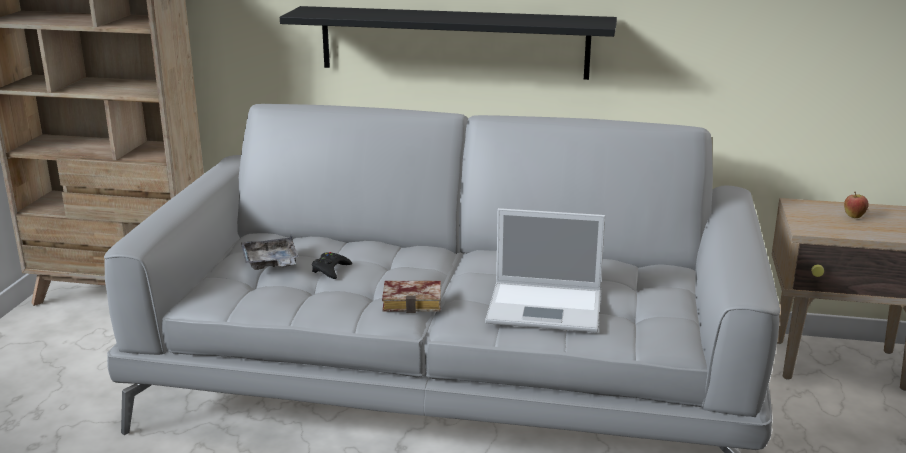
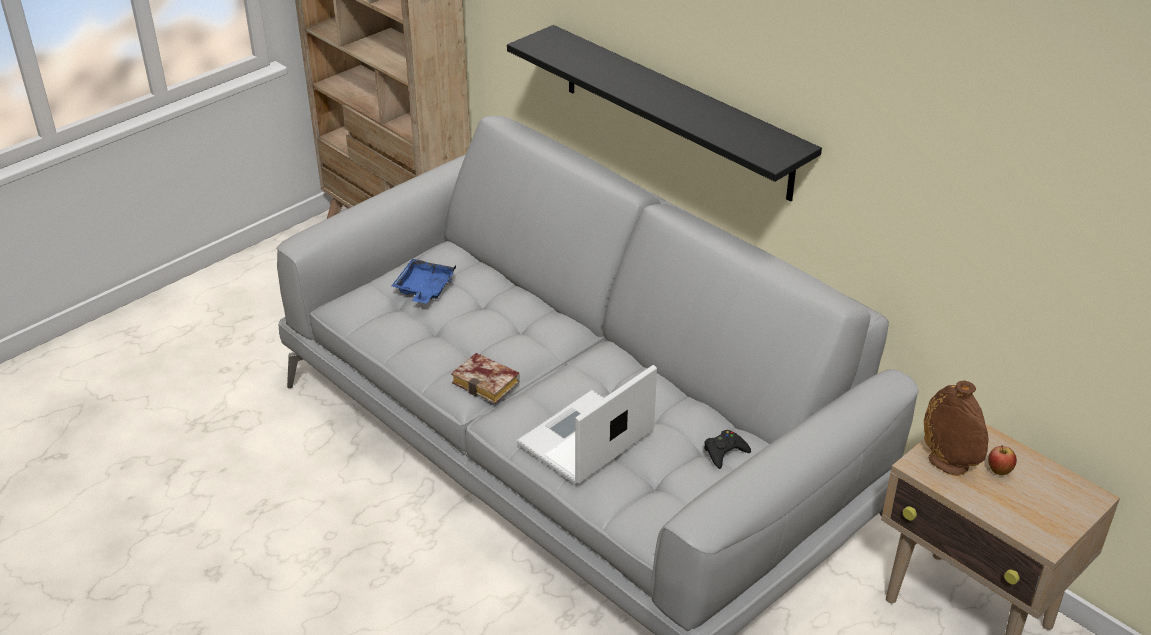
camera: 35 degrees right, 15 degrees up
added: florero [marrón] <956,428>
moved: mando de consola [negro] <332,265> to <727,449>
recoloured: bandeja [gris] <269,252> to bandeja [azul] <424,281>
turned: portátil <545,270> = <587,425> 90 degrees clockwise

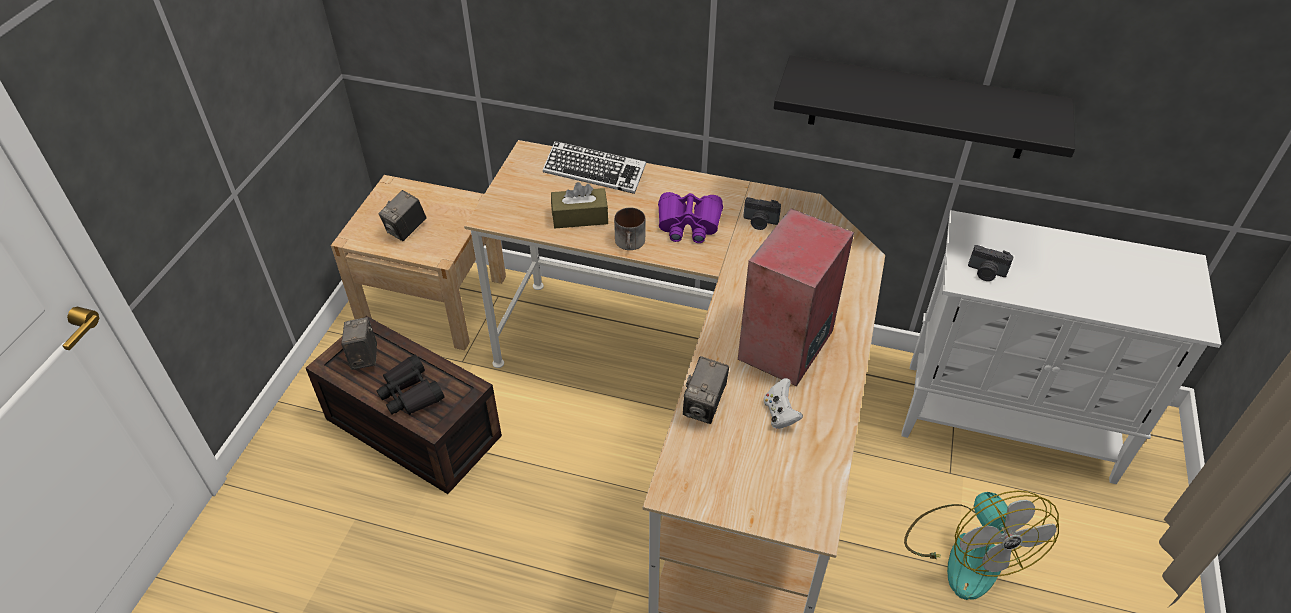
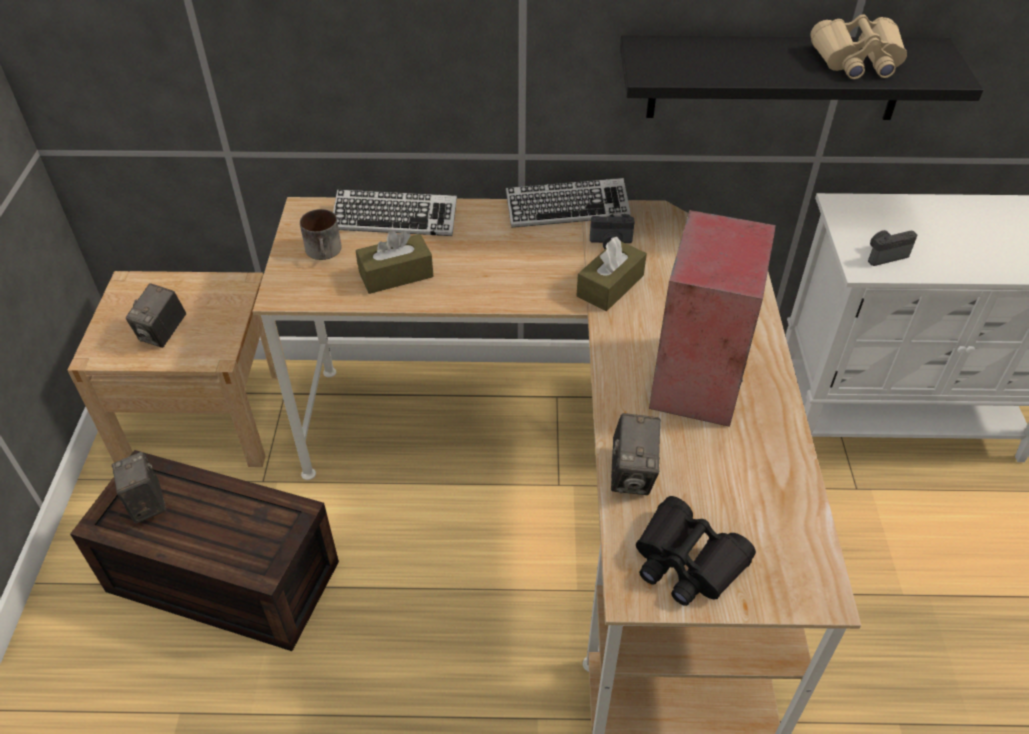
camera: 15 degrees left, 0 degrees up
removed: prismáticos [morado] <690,217>; mando de consola [blanco] <783,403>; ventilador <981,545>
added: teclado <568,203>; caja de pañuelos [marrón] <611,274>; prismáticos [beis] <858,46>
moved: prismáticos [negro] <410,385> to <696,551>; taza grande <629,229> to <321,234>
turned: cámara <990,263> = <893,248> 150 degrees clockwise

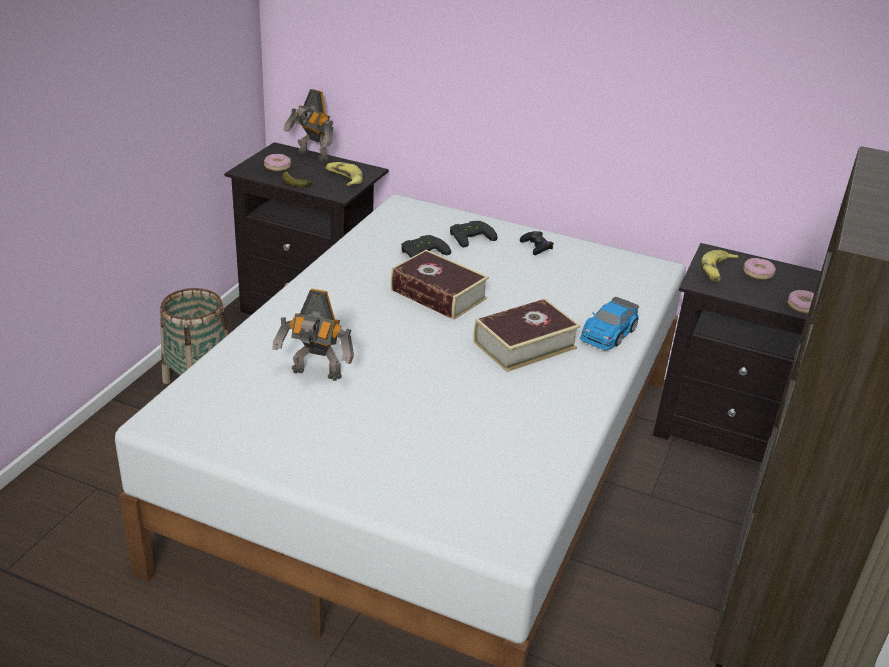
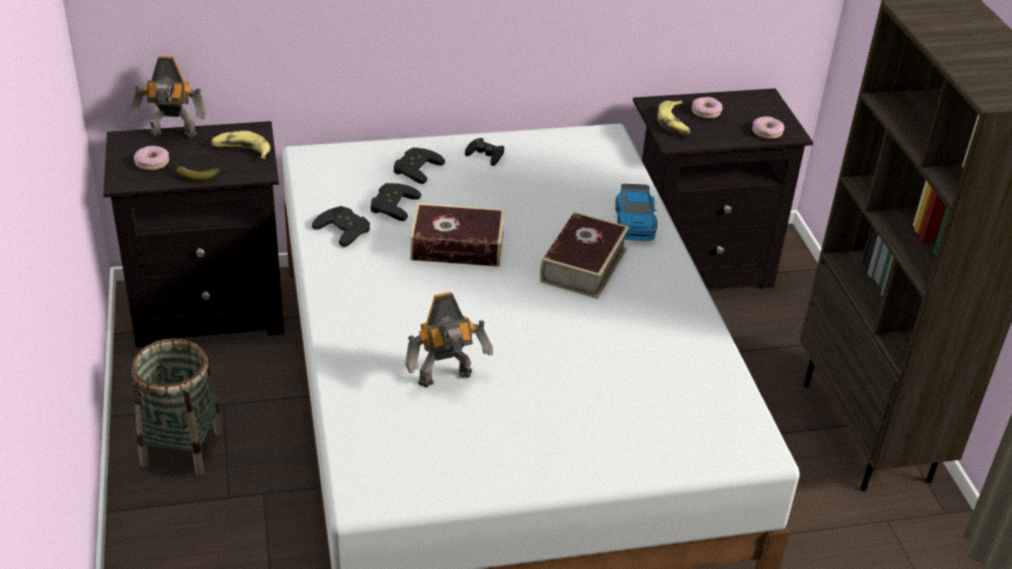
camera: 35 degrees left, 5 degrees up
added: mando de consola [negro] <341,226>

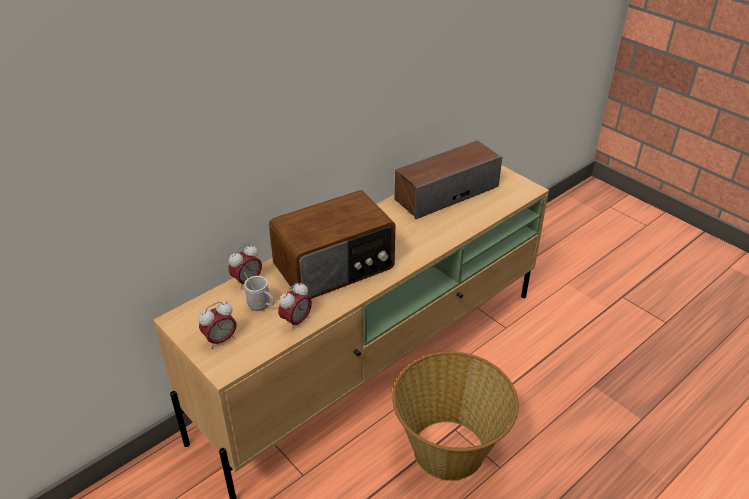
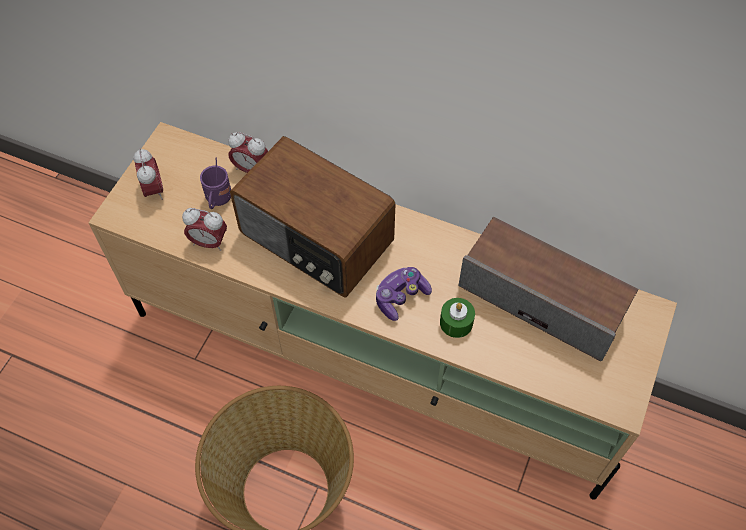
camera: 65 degrees right, 20 degrees up
added: mando de consola <404,294>; vela [verde] <457,318>
recoloured: taza grande [blanco] <259,291> to taza grande [morado] <215,183>
turned: despertador <218,325> = <148,174> 135 degrees counterclockwise

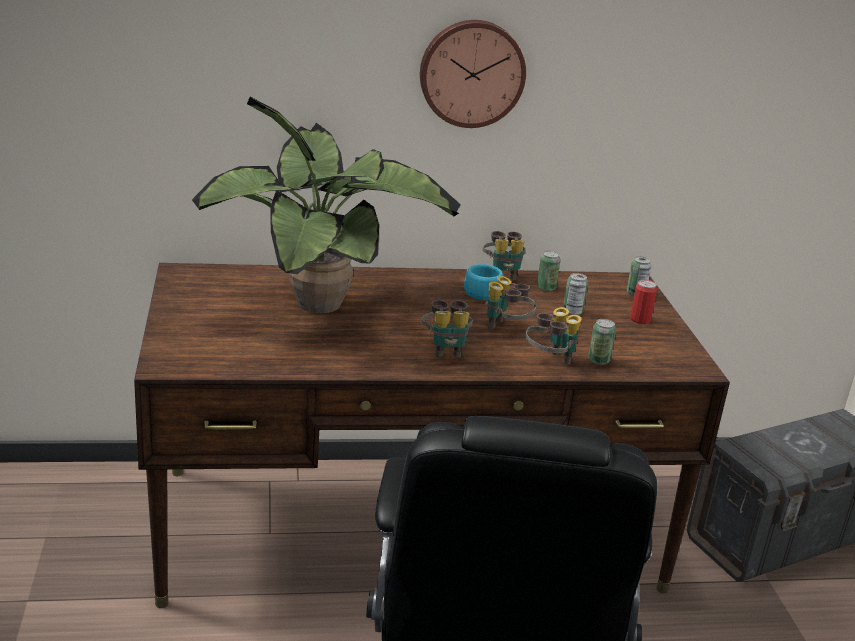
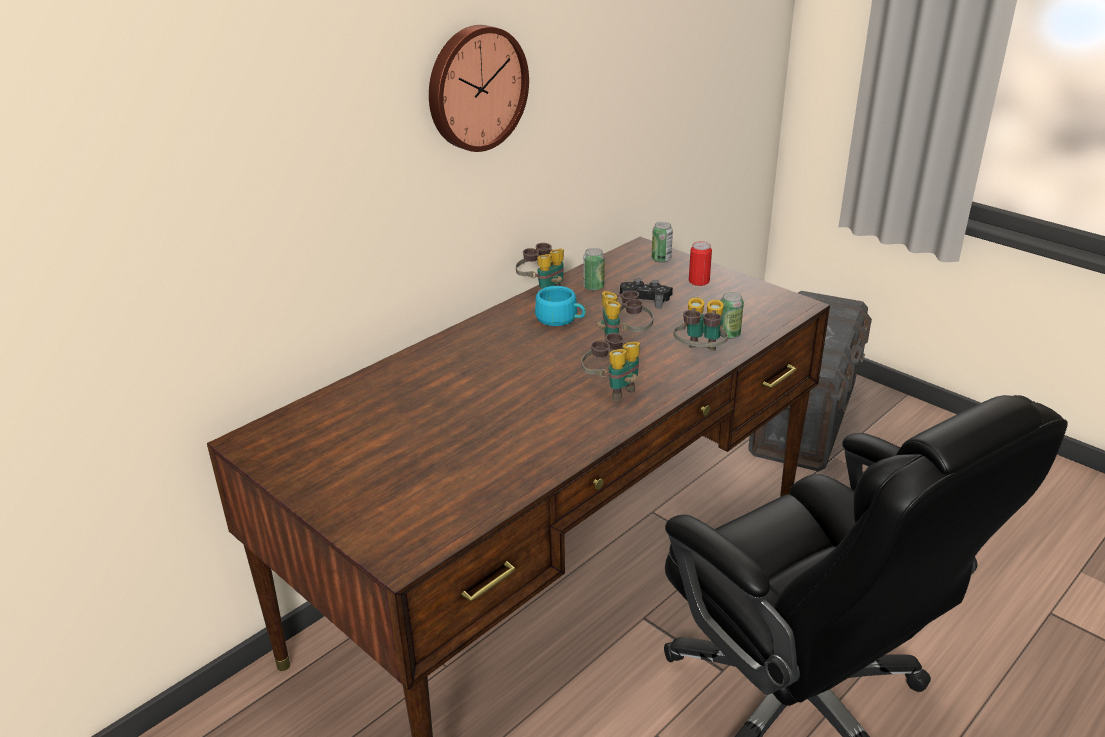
camera: 35 degrees left, 5 degrees up
removed: planta en maceta <326,205>
replaced: lata <575,294> to mando de consola [negro] <646,294>

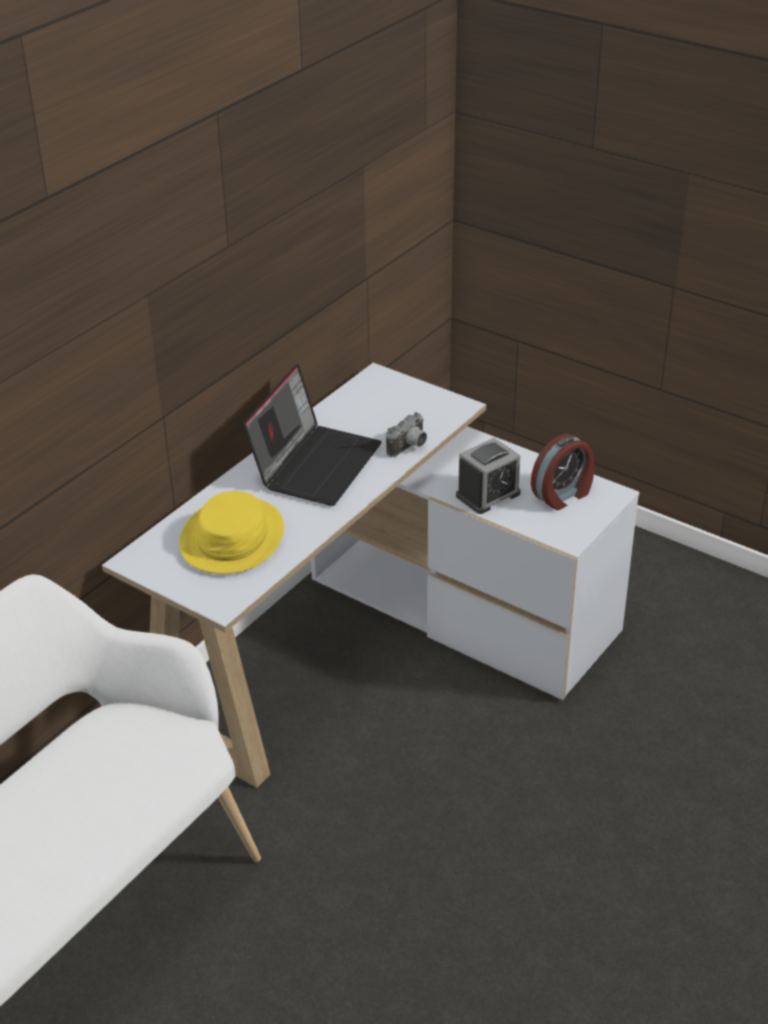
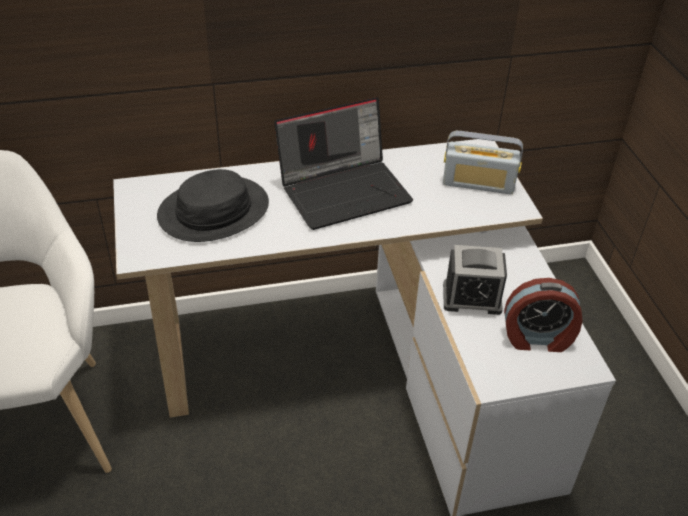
camera: 40 degrees right, 5 degrees up
removed: cámara <406,434>
added: radio <483,162>
recoloured: sombrero [amarillo] <231,532> to sombrero [negro] <213,205>

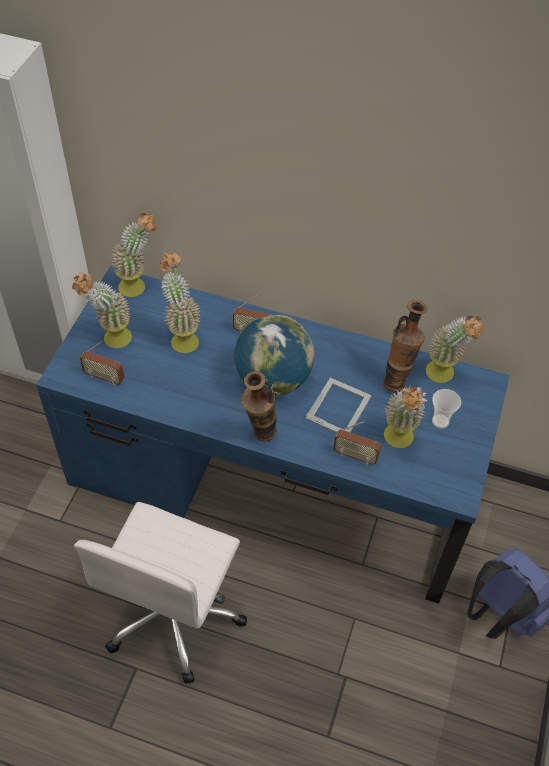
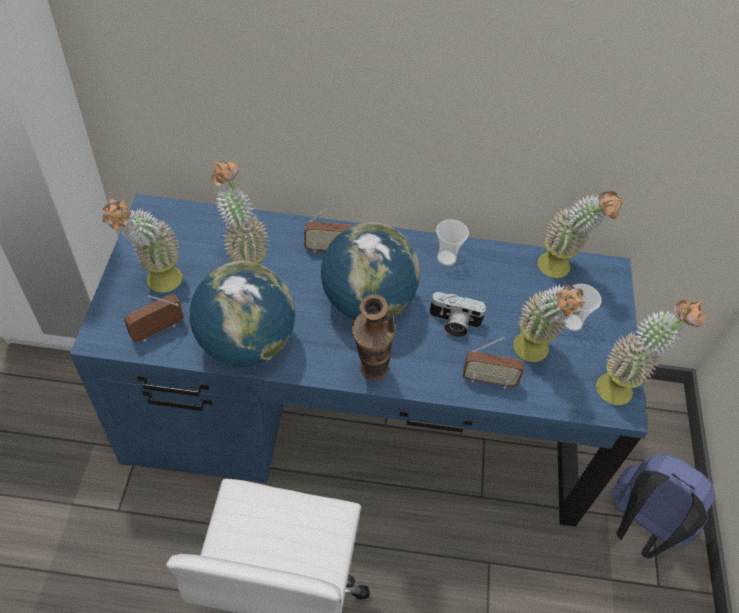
camera: 15 degrees left, 0 degrees up
removed: florero <405,346>
added: globo terráqueo <242,314>; taza <452,242>
moved: planta en maceta <134,255> to <650,352>
replaced: portarretratos <338,405> to cámara <457,314>
turned: radio <102,363> = <154,318> 135 degrees clockwise

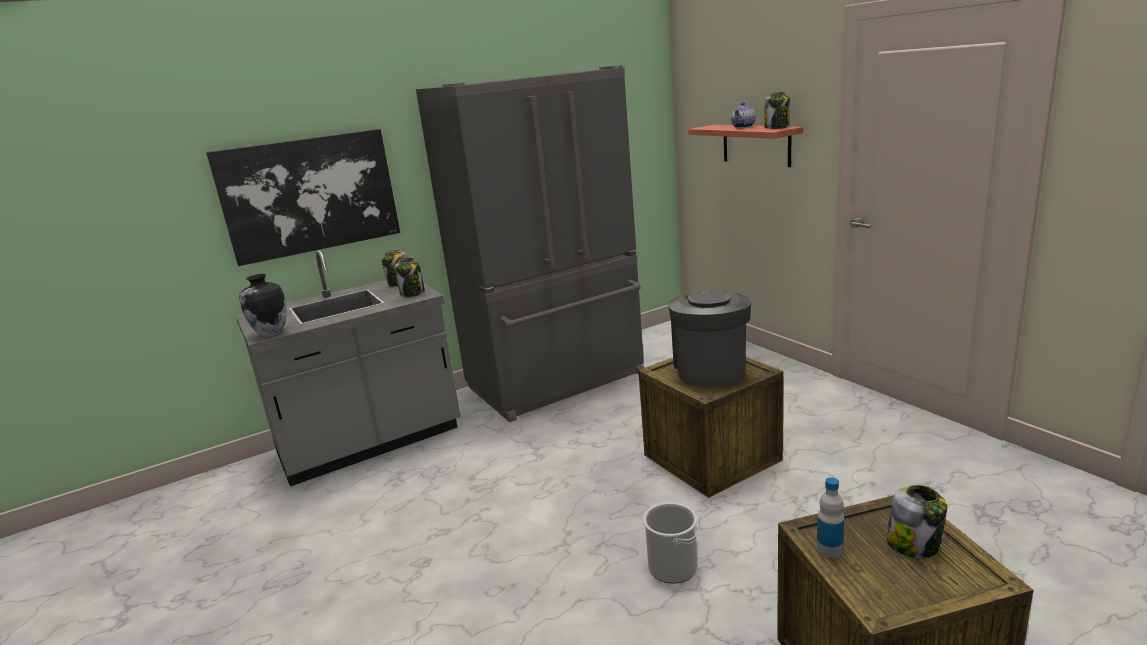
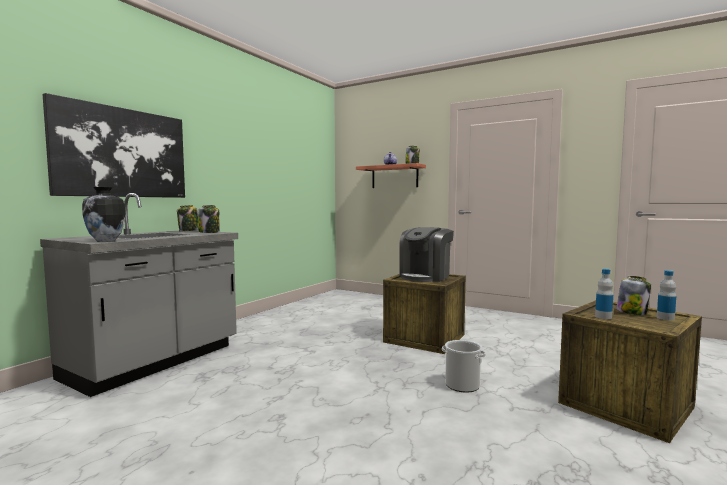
camera: 30 degrees left, 15 degrees down
removed: nevera [gris] <530,243>
added: botella <666,295>
turned: cafetera <710,339> = <426,254> 120 degrees counterclockwise

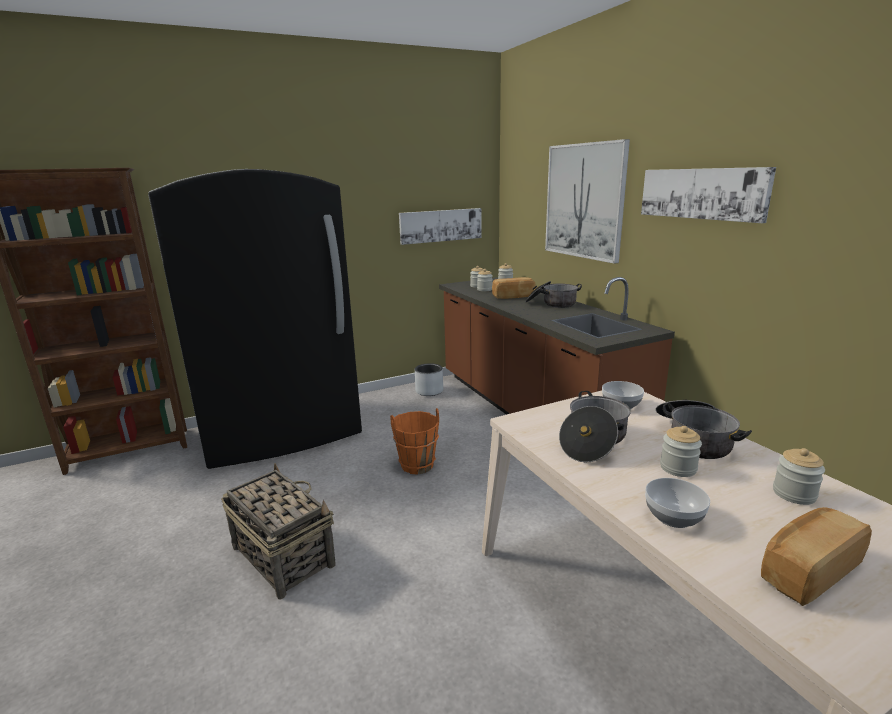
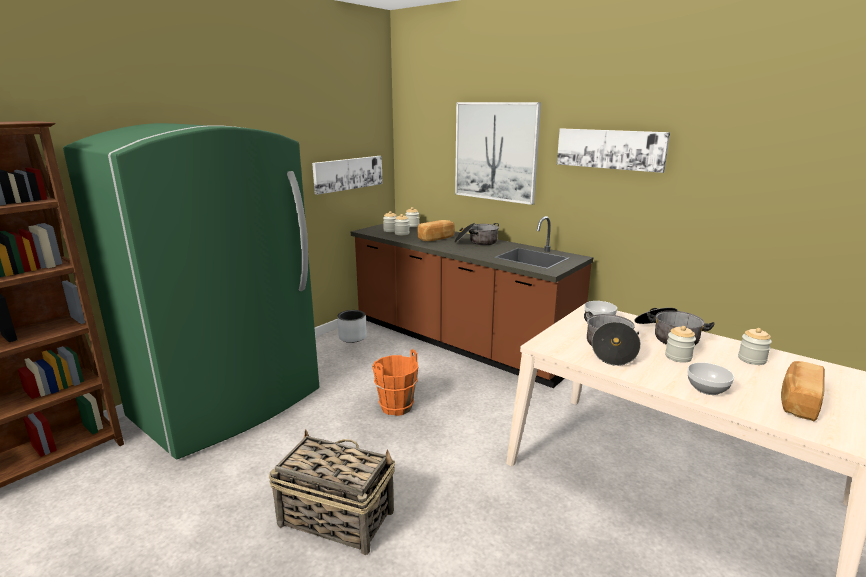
camera: 25 degrees left, 0 degrees up
recoloured: nevera [negro] <255,319> to nevera [verde] <191,291>

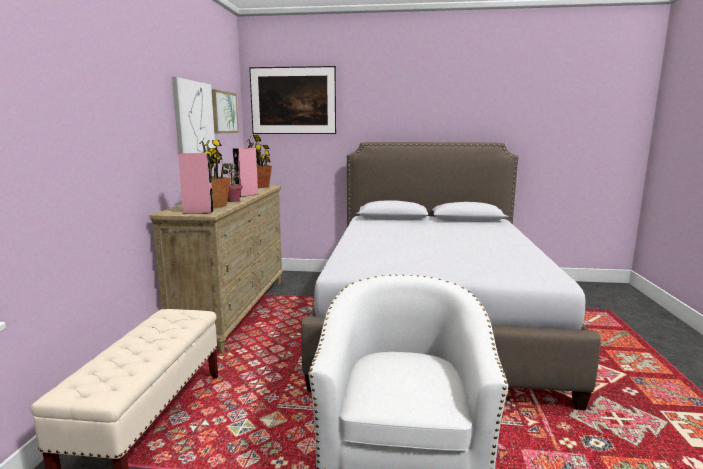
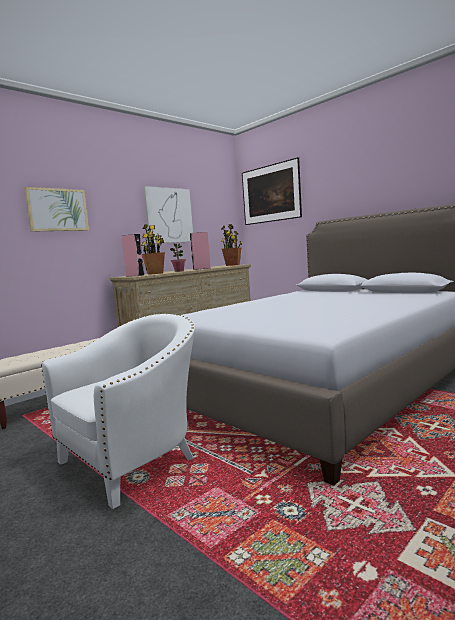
camera: 40 degrees right, 5 degrees down
moved: cuadro <225,111> to <56,209>

